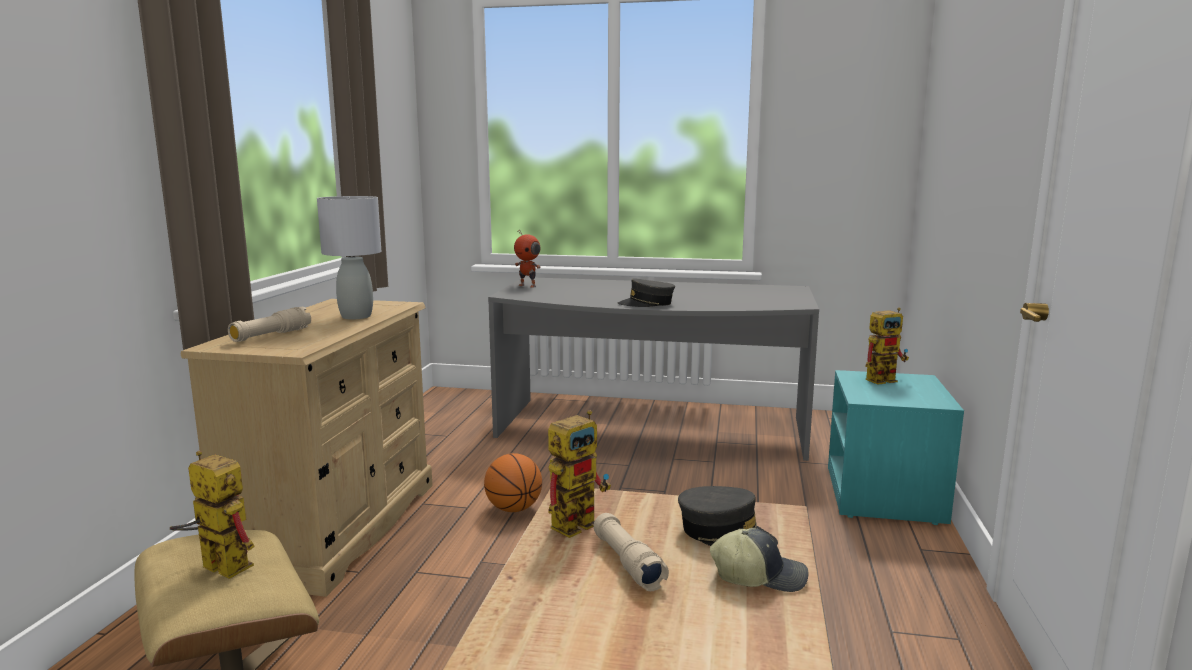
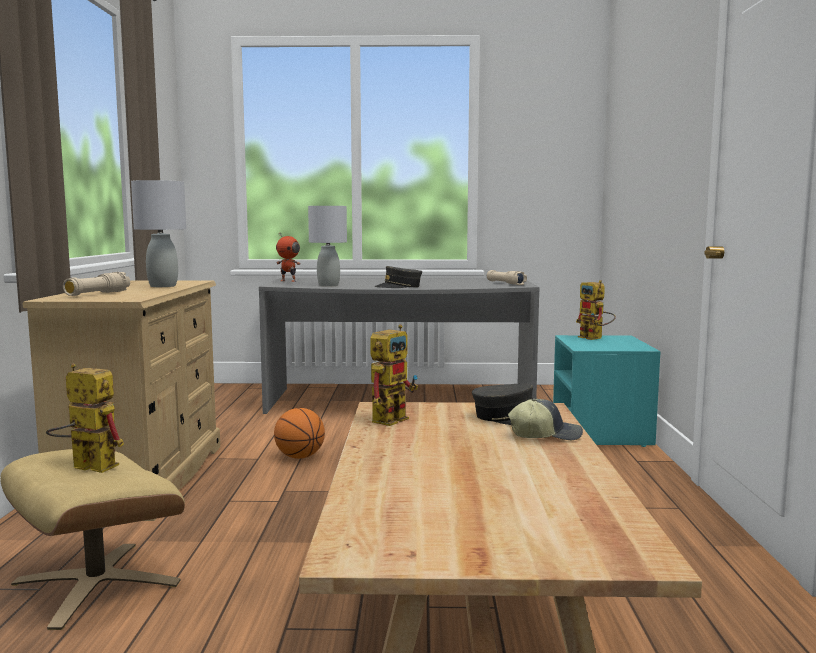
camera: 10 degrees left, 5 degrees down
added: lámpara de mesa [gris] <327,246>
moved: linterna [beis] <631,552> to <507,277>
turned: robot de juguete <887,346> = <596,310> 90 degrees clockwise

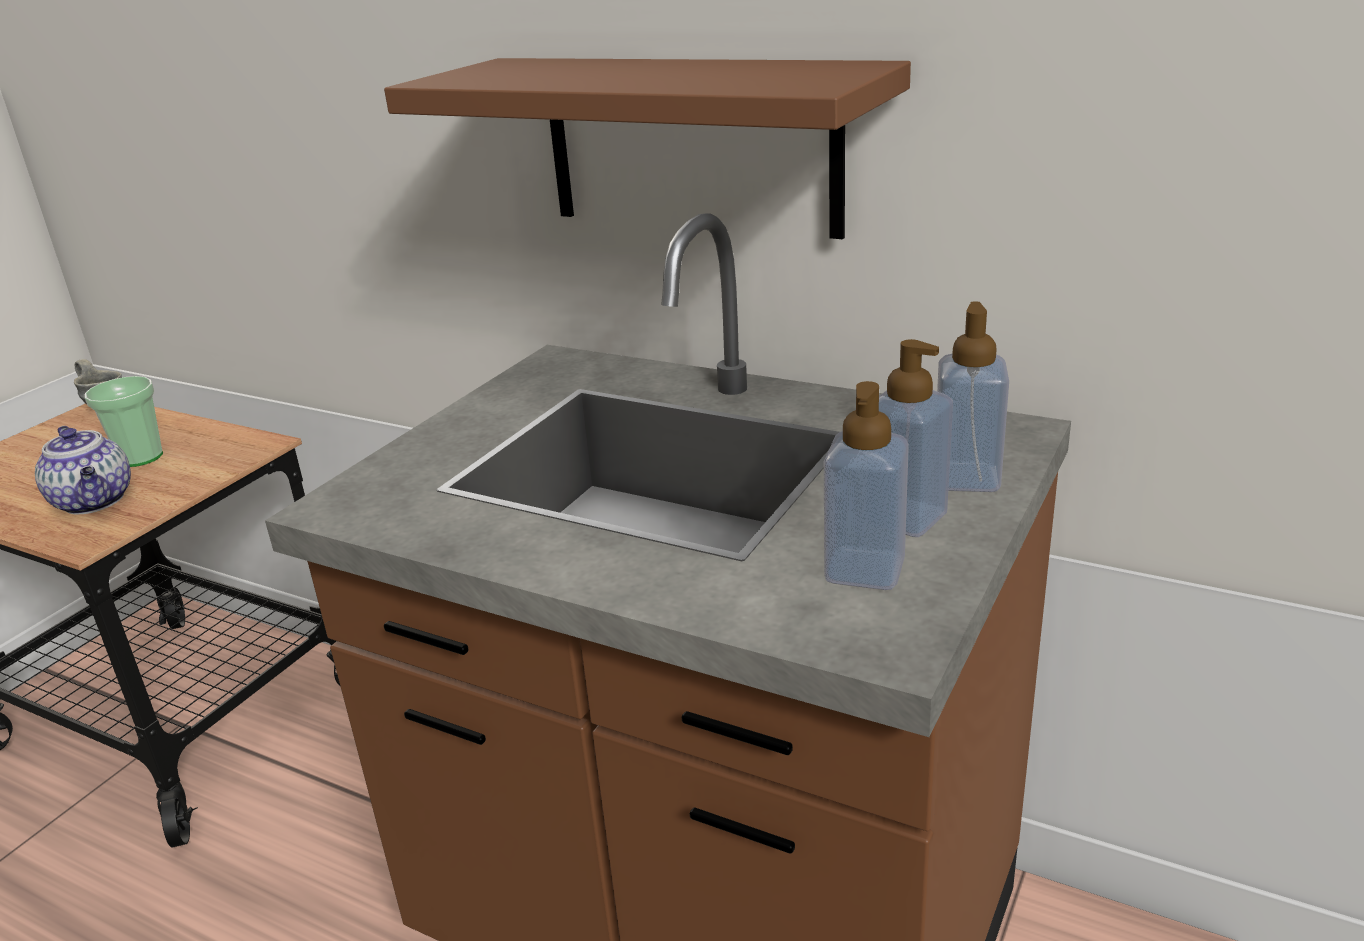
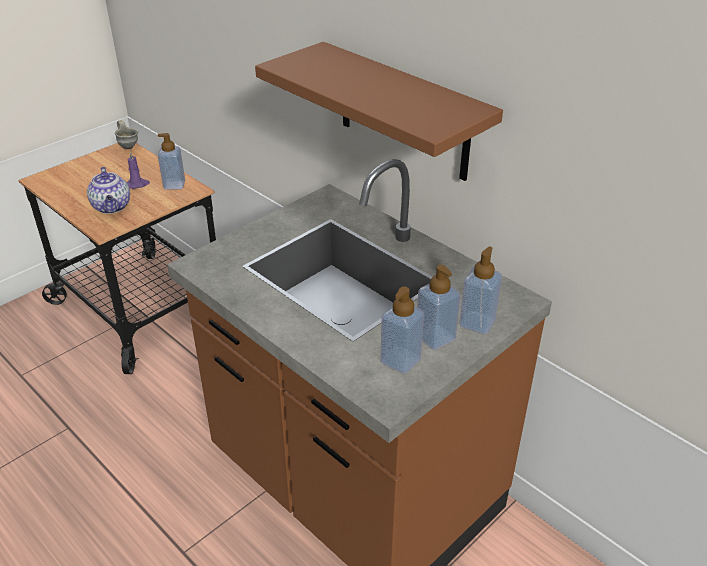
camera: 15 degrees right, 10 degrees up
added: dispensador de jabón <171,161>
replaced: taza <123,421> to vela [morado] <138,170>

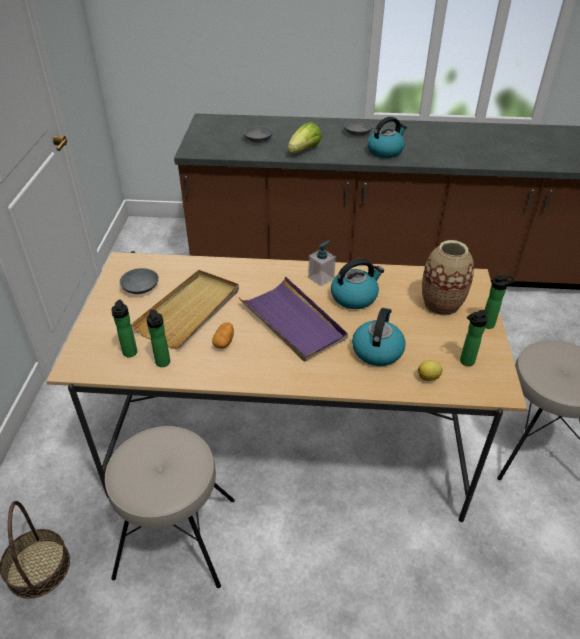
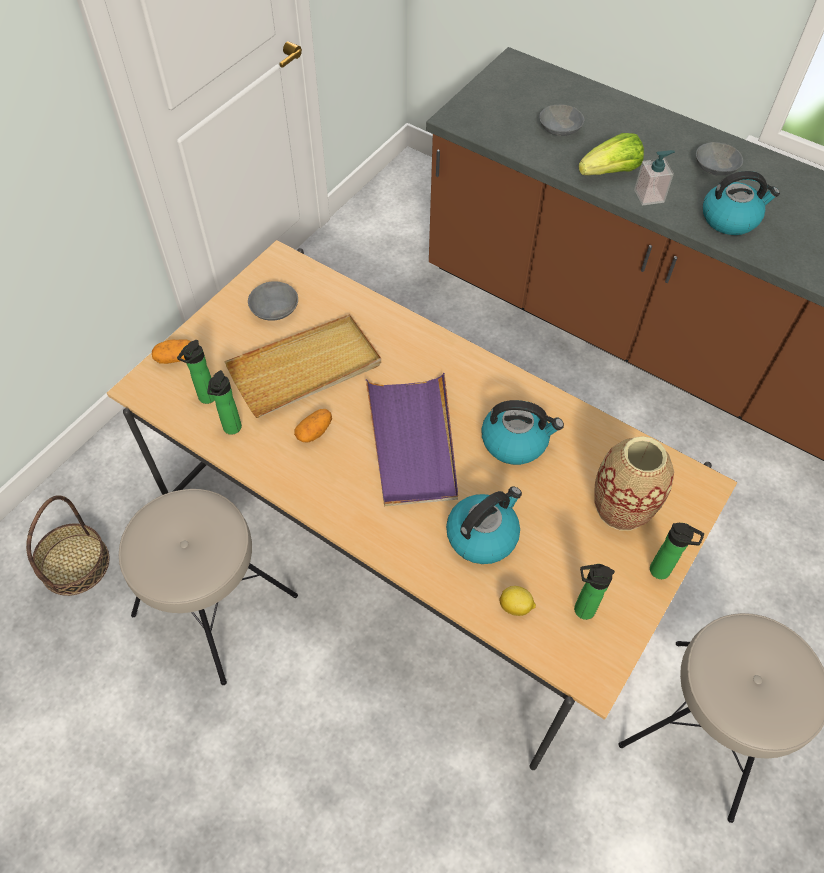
camera: 30 degrees right, 15 degrees up
added: patata <171,351>
moved: dispensador de jabón <322,263> to <654,178>

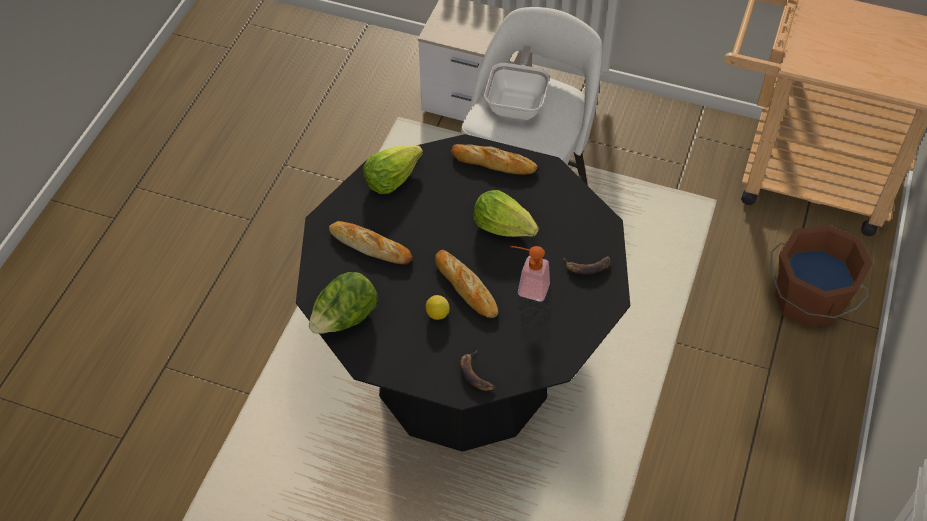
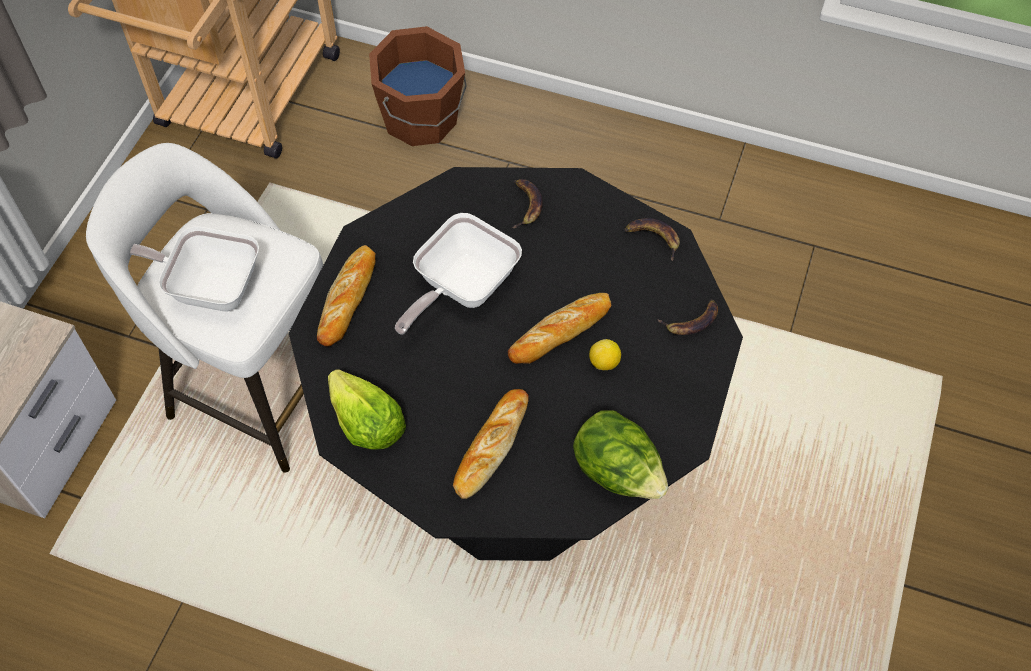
camera: 90 degrees left, 5 degrees up
removed: dispensador de jabón <530,274>
added: plátano <652,239>
replaced: lechuga <506,213> to sartén <458,274>

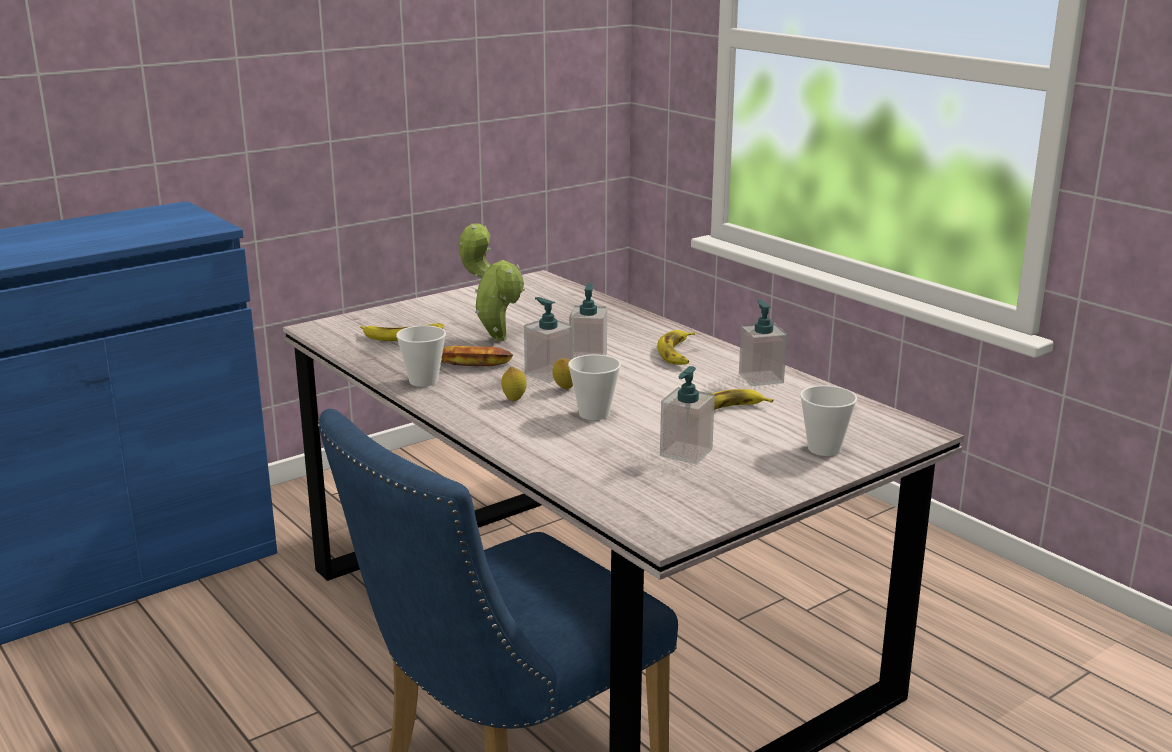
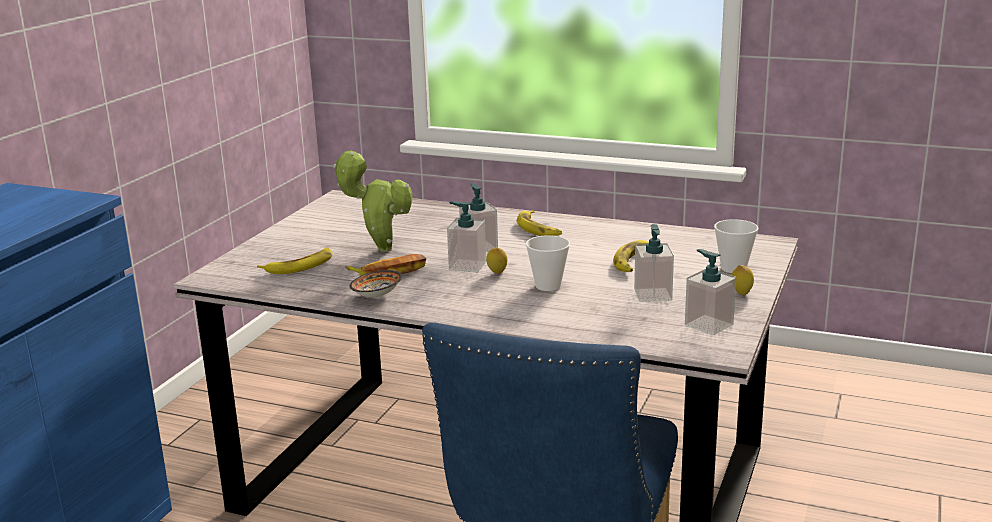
camera: 30 degrees left, 0 degrees up
moved: limón <514,384> to <743,280>; dispensador de jabón <763,343> to <710,292>
replaced: taza <421,356> to cuenco <376,283>

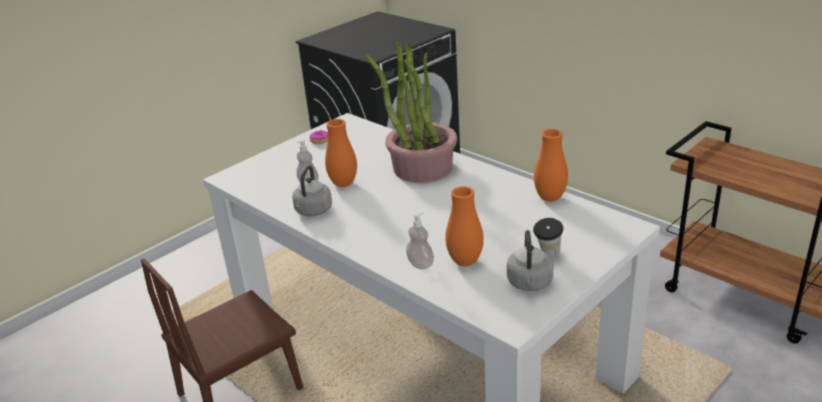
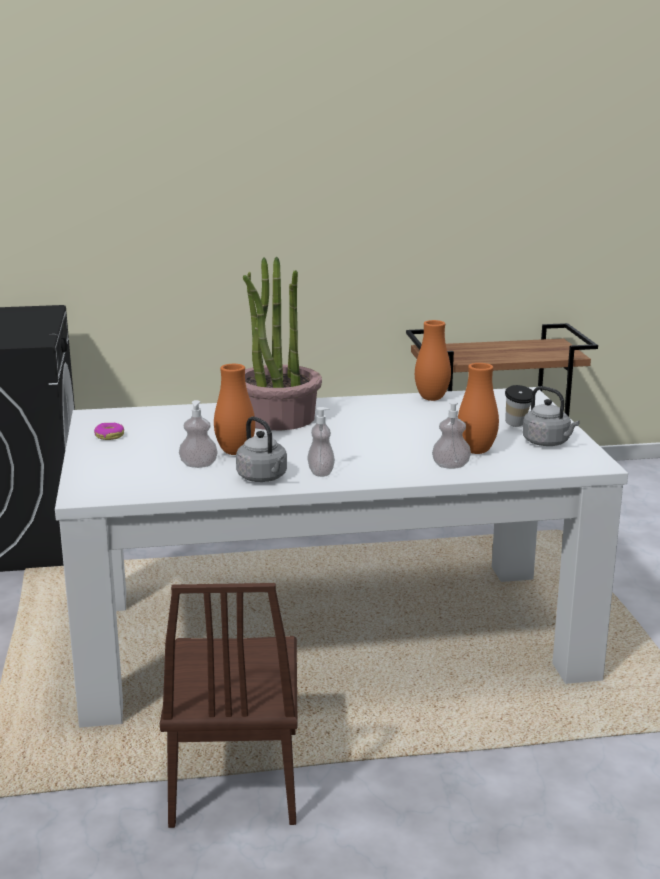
camera: 55 degrees left, 10 degrees down
added: dispensador de jabón <321,442>

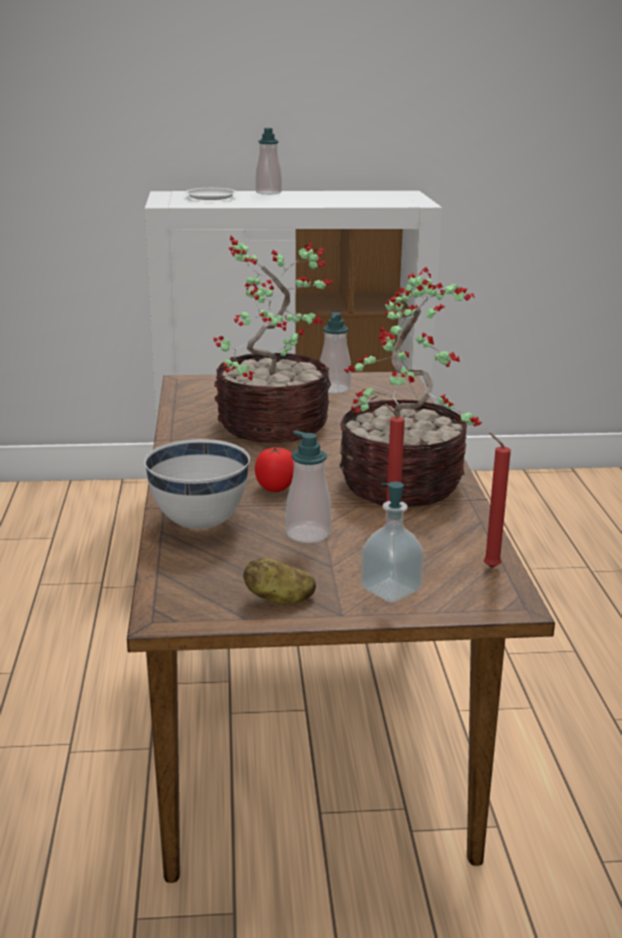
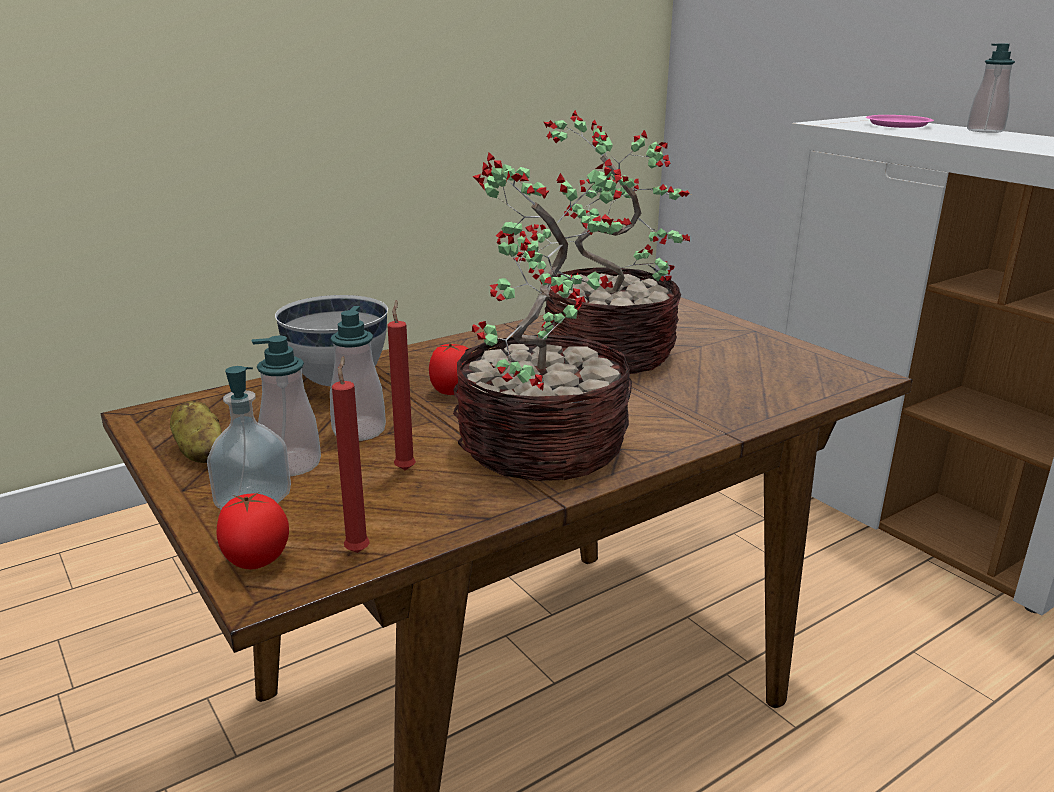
camera: 60 degrees right, 0 degrees up
added: tomate <253,530>
moved: dispensador de jabón <335,352> to <286,406>
recoloured: plato [blanco] <211,194> to plato [rosa] <900,121>

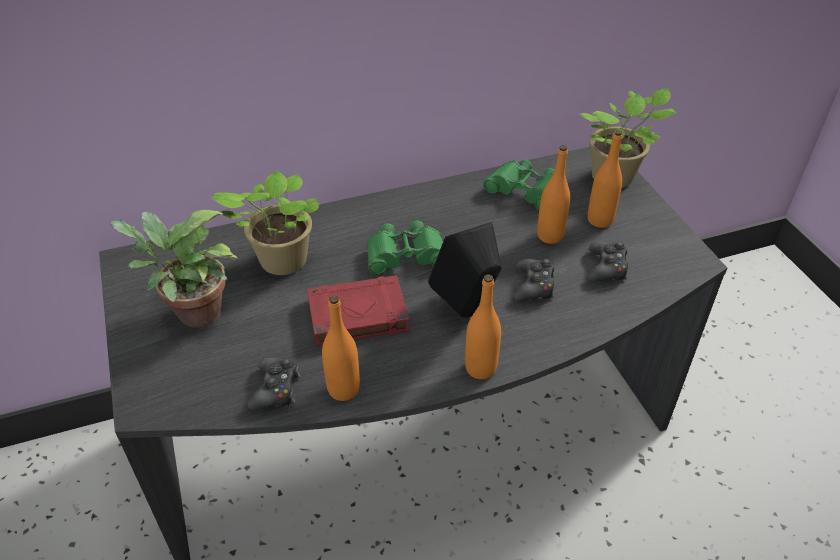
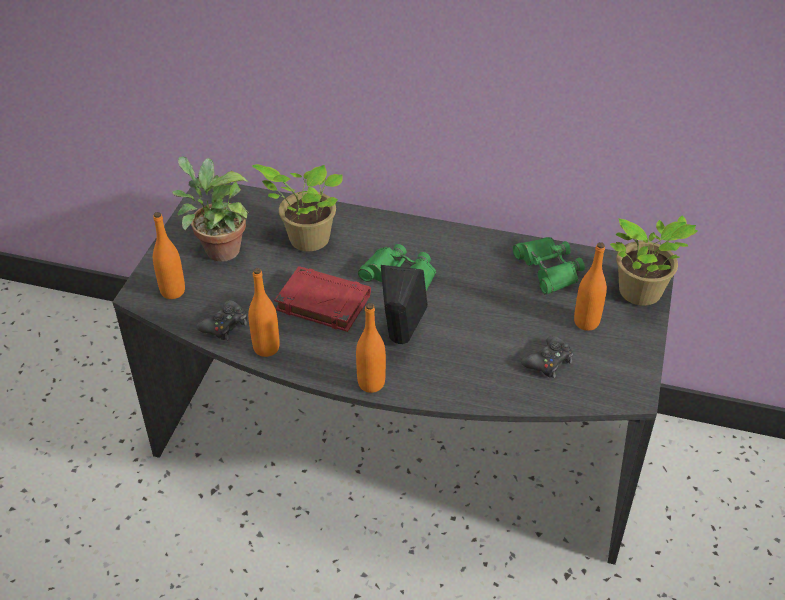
camera: 35 degrees right, 0 degrees up
removed: mando de consola [negro] <534,280>
moved: botella [naranja] <553,194> to <169,255>

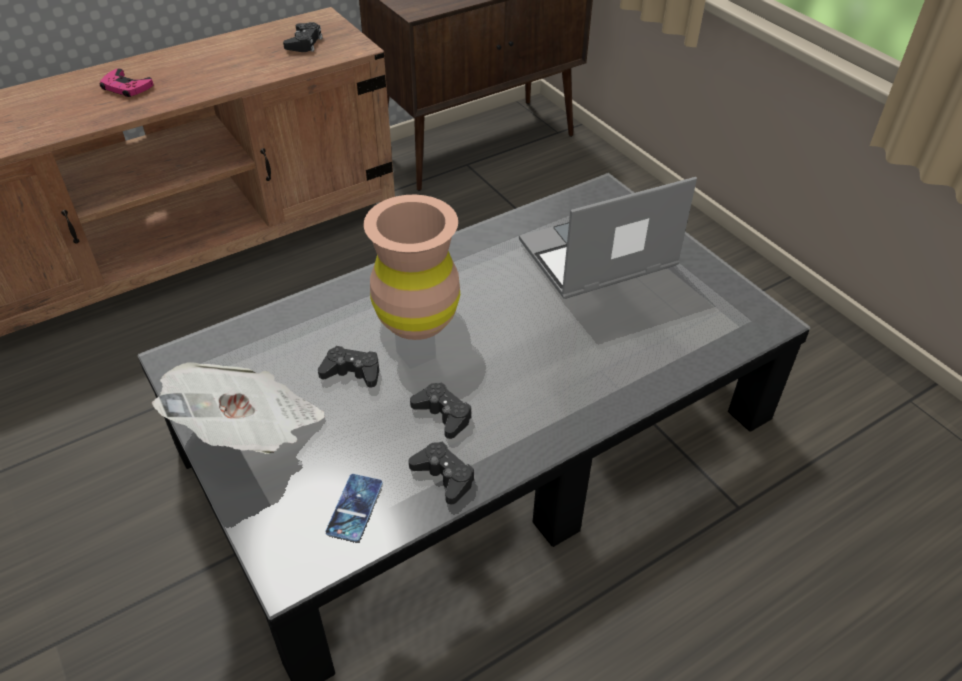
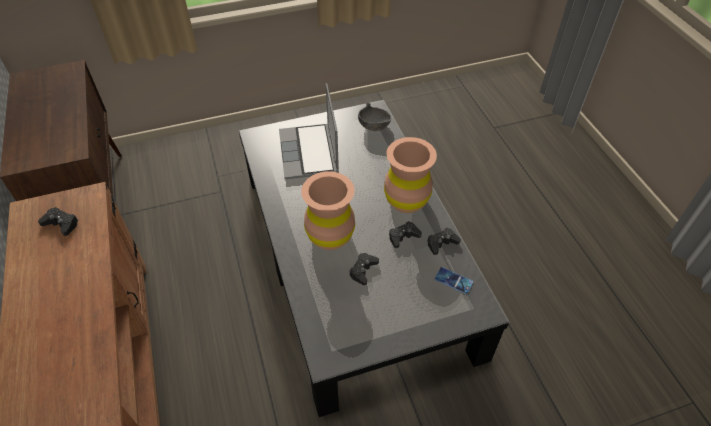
camera: 75 degrees left, 5 degrees up
removed: mando de consola [rosa] <127,82>; periódico <238,408>
added: cuenco [gris] <374,117>; florero [marrón] <410,175>

